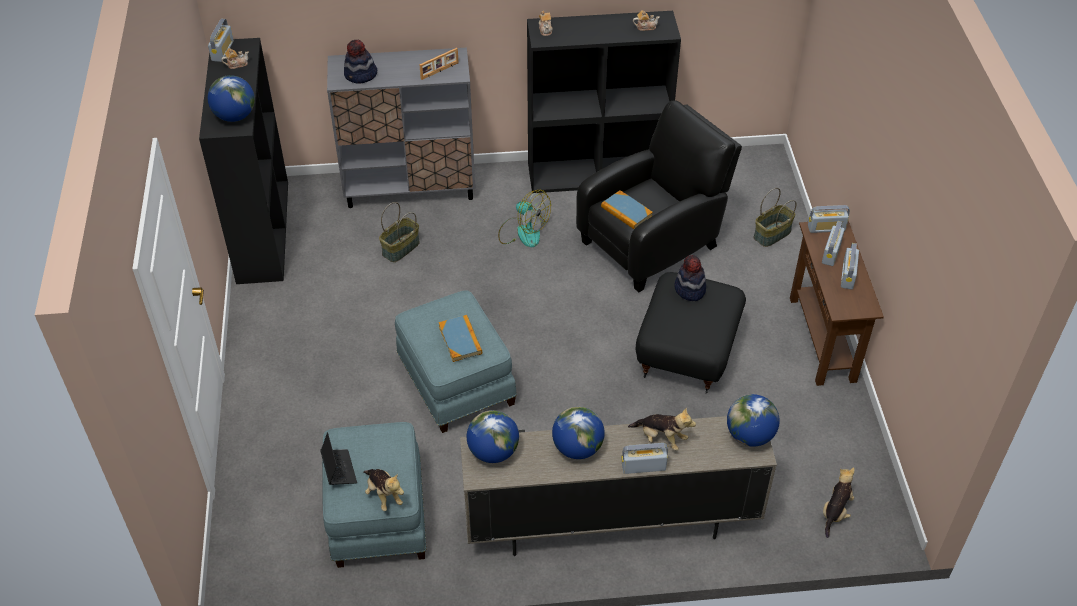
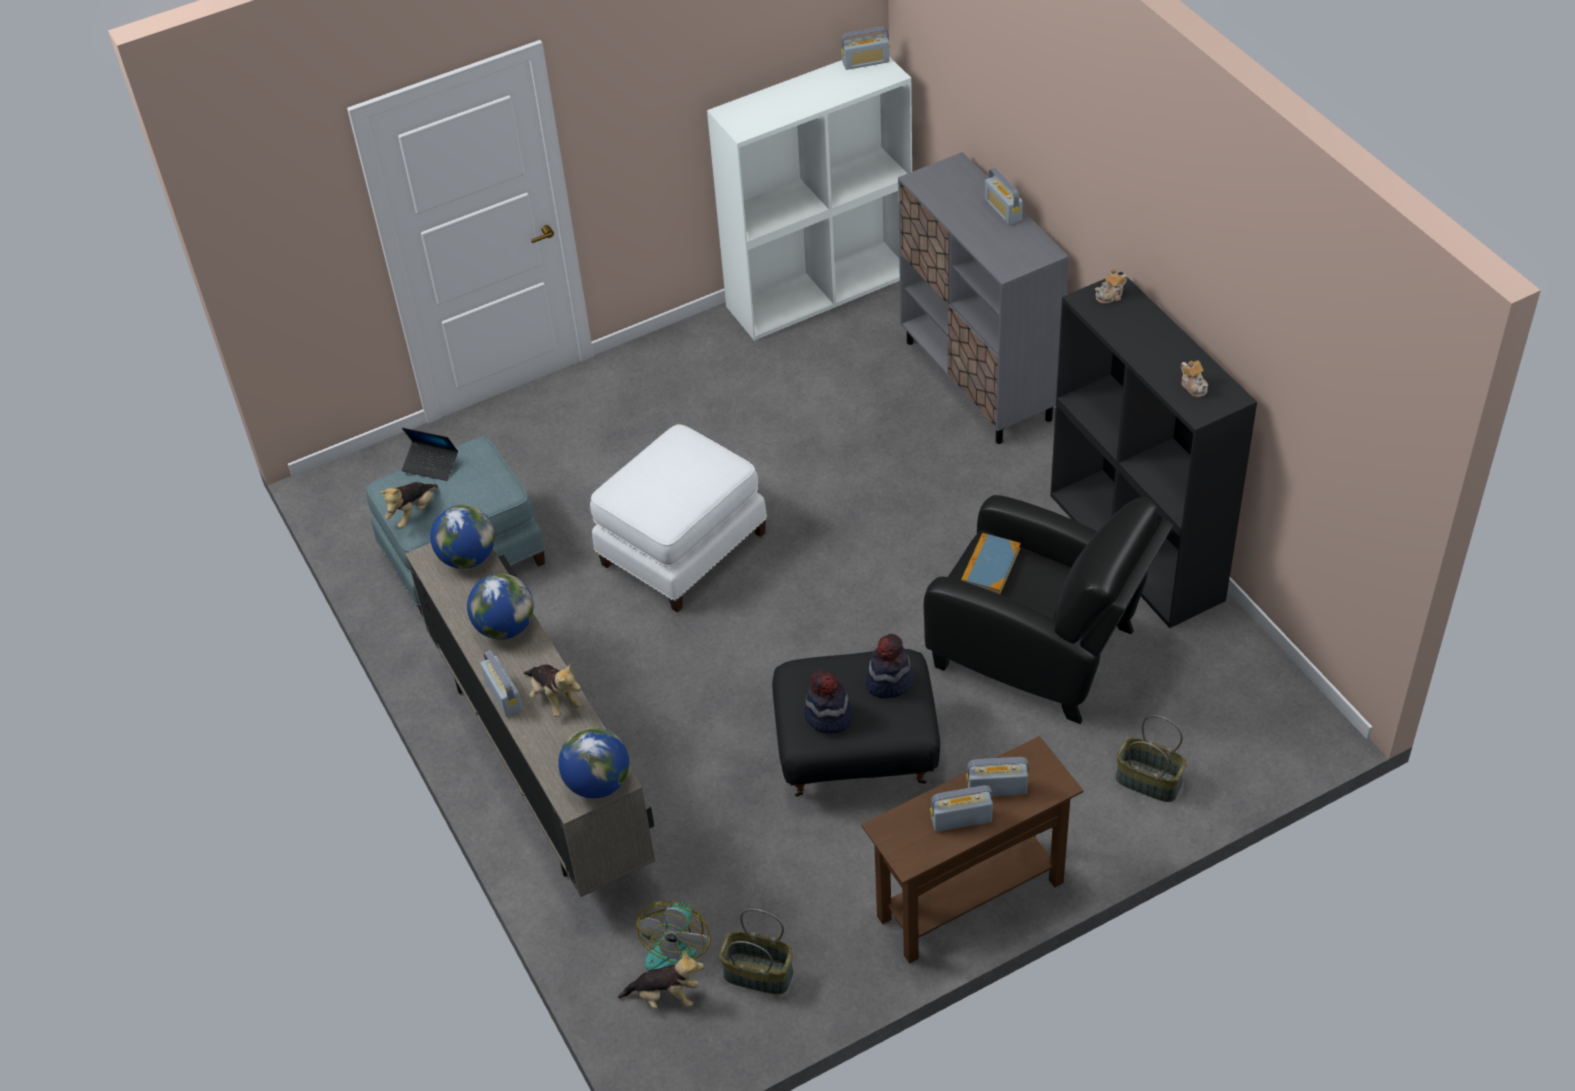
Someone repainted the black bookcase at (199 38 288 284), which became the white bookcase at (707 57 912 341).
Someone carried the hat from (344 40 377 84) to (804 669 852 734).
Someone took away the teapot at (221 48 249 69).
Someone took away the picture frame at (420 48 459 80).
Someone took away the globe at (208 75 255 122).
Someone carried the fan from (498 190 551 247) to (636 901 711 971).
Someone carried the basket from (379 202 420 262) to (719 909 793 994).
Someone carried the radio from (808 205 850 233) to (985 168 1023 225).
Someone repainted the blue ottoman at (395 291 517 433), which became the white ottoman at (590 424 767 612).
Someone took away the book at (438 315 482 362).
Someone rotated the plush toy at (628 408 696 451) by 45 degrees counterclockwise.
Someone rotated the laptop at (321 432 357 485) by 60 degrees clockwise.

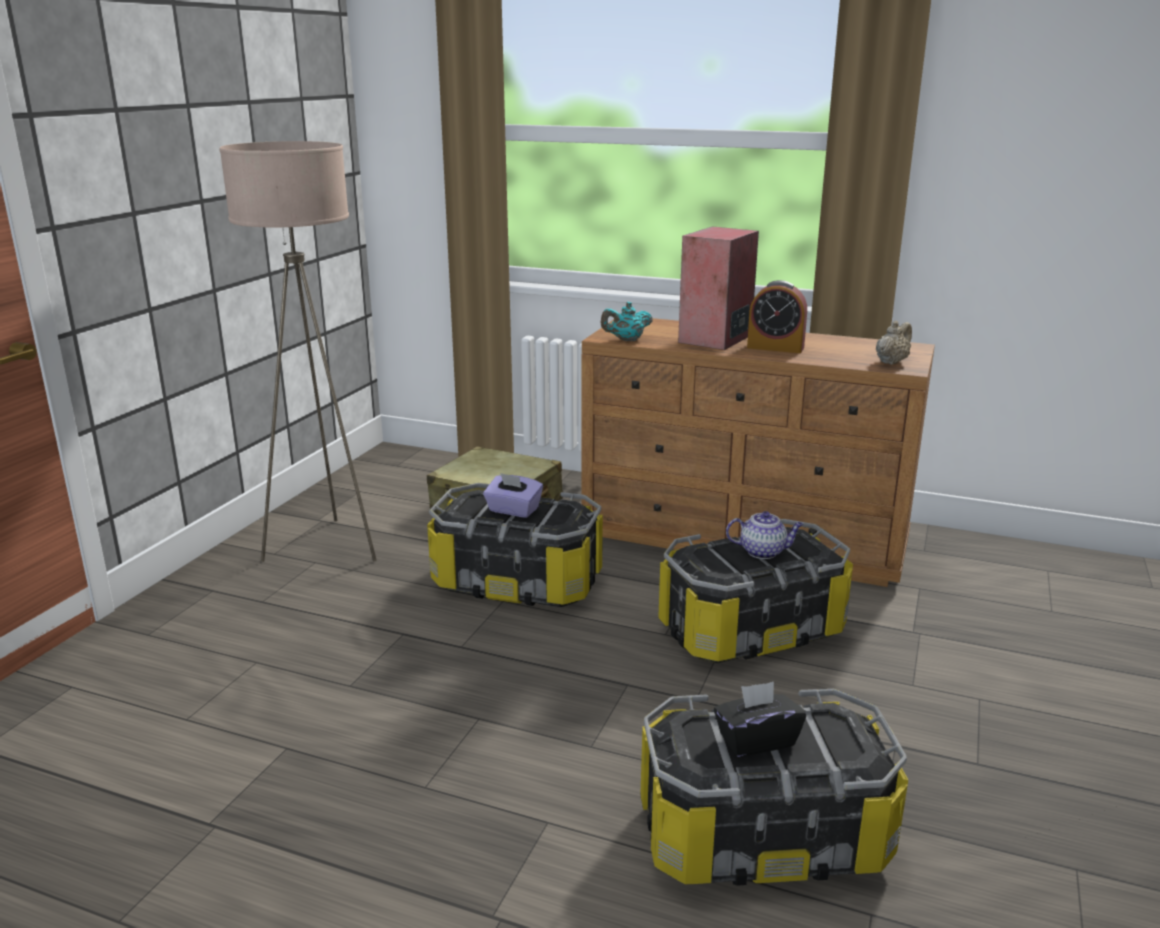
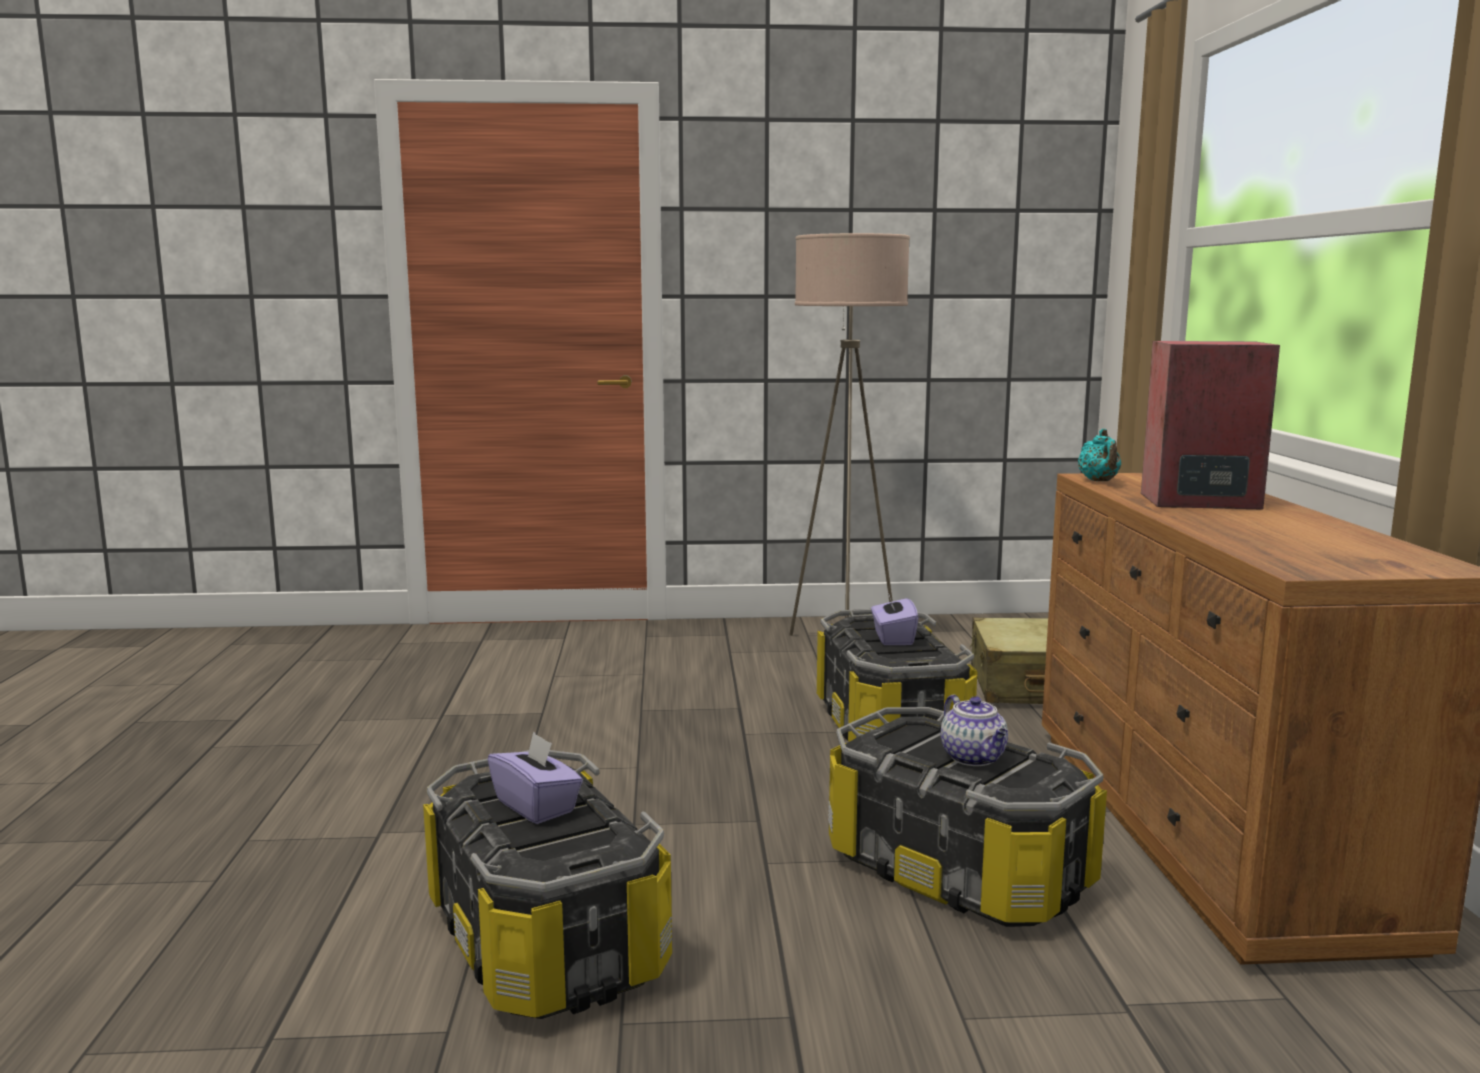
Someone took away the alarm clock at (747 280 807 353).
Someone rotated the turquoise teapot at (601 302 653 341) by 135 degrees counterclockwise.
Someone took away the beige teapot at (876 321 912 365).
Someone repainted the black tissue box at (714 682 806 757), which became the purple tissue box at (488 732 583 824).

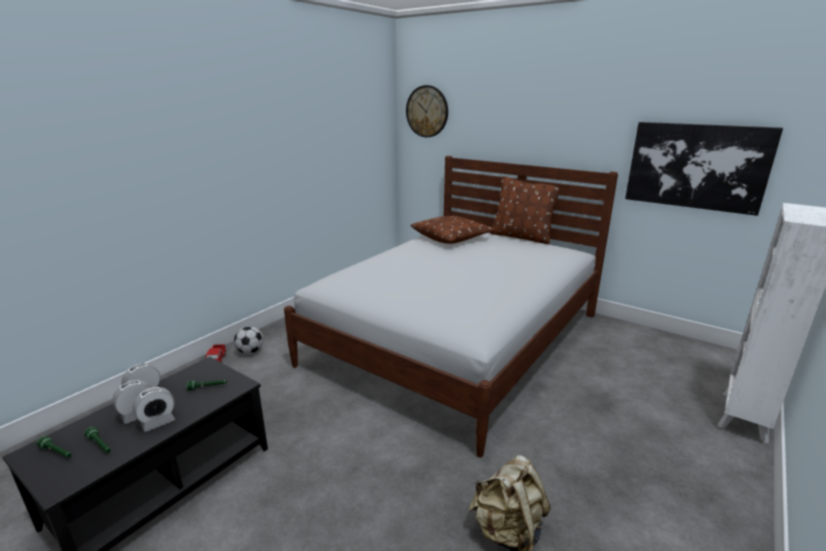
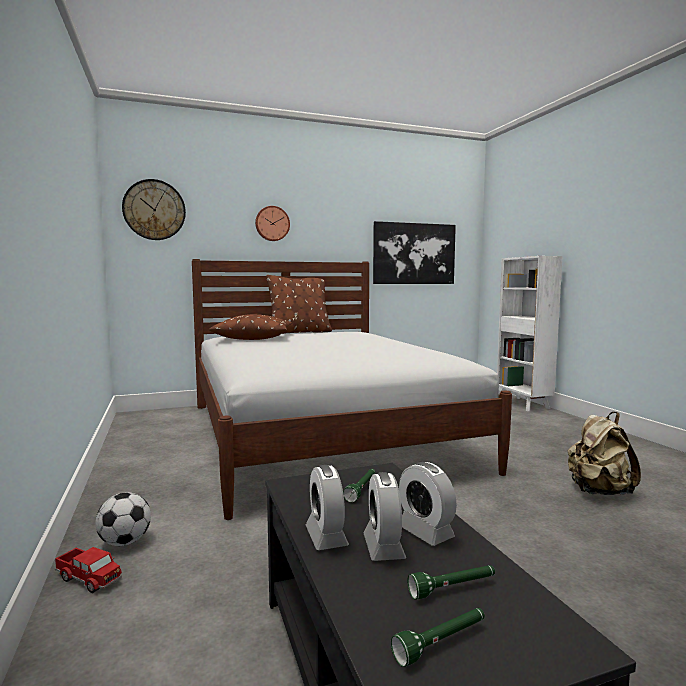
Someone rotated the alarm clock at (132 387 175 432) by 150 degrees clockwise.
Someone put up the wall clock at (255 206 290 241).

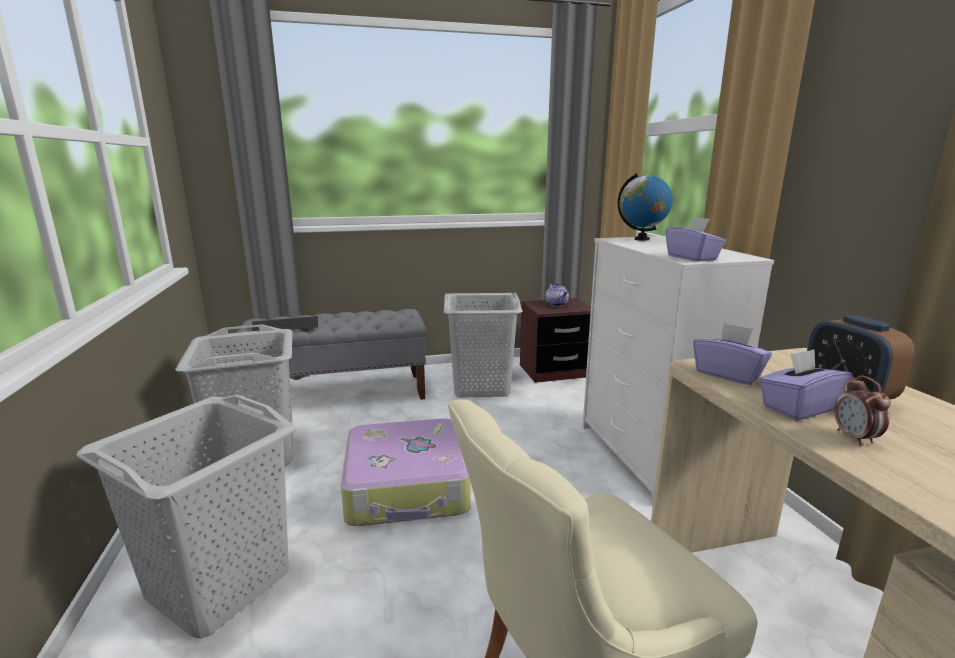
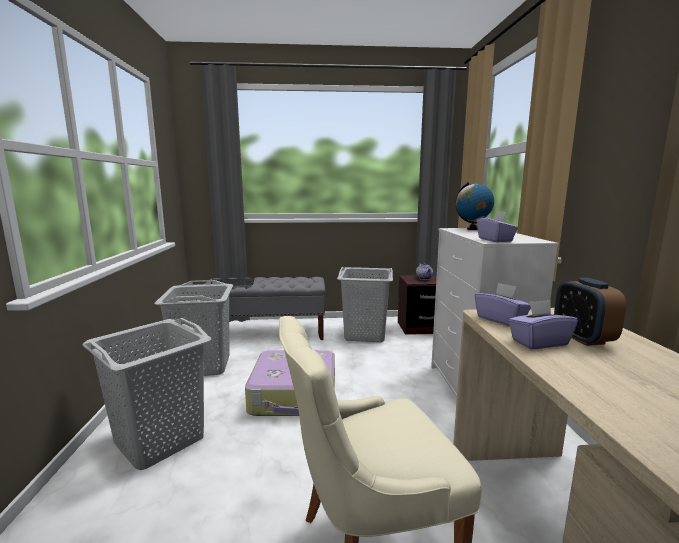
Someone took away the alarm clock at (834 375 891 446).

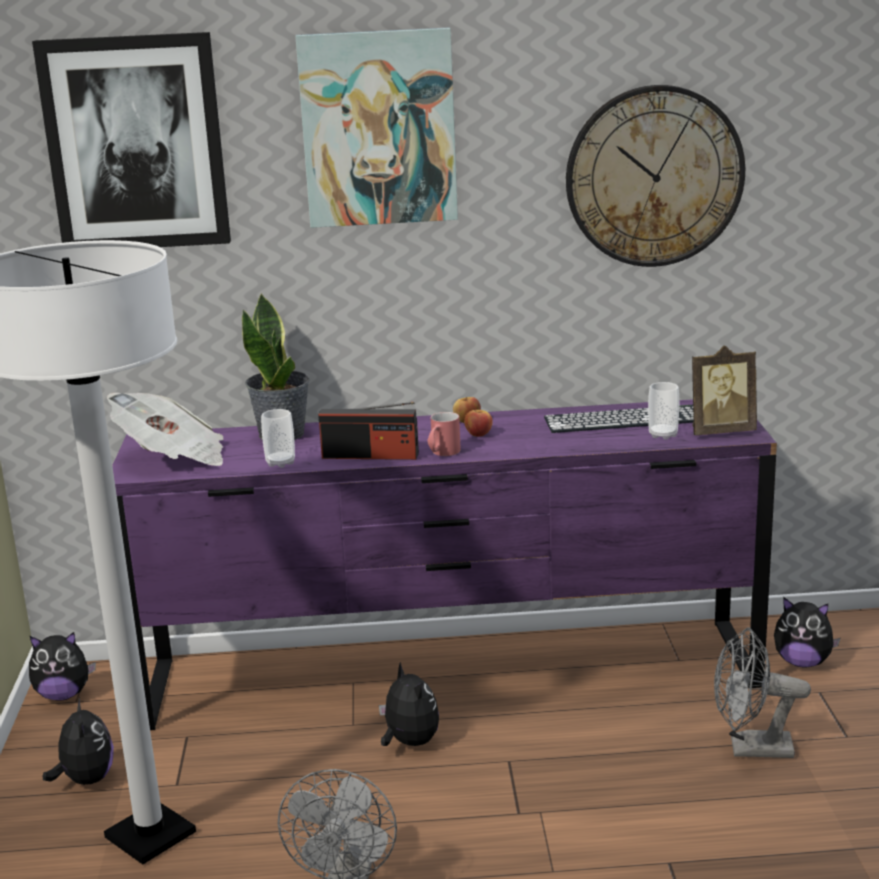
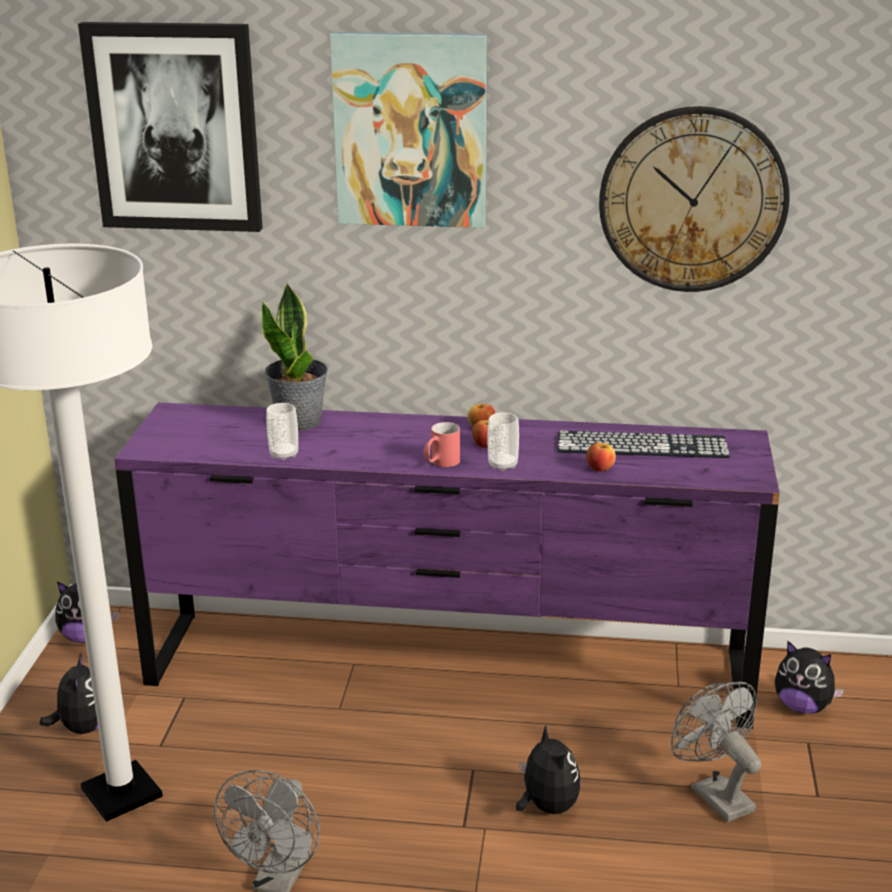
Someone took away the picture frame at (692 345 757 435).
Someone carried the cup from (648 382 679 440) to (488 412 519 471).
Someone took away the newspaper at (107 392 224 466).
Someone took away the radio at (318 402 419 460).
Someone rotated the grey fan at (714 627 811 758) by 45 degrees clockwise.
Someone carried the plush toy from (379 662 439 746) to (516 726 581 814).
Someone put down the apple at (586 442 616 472).

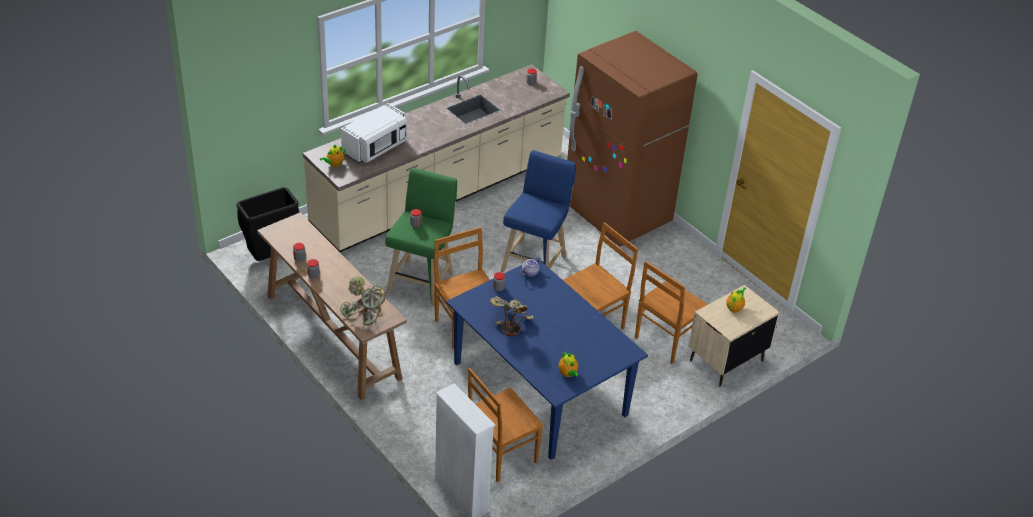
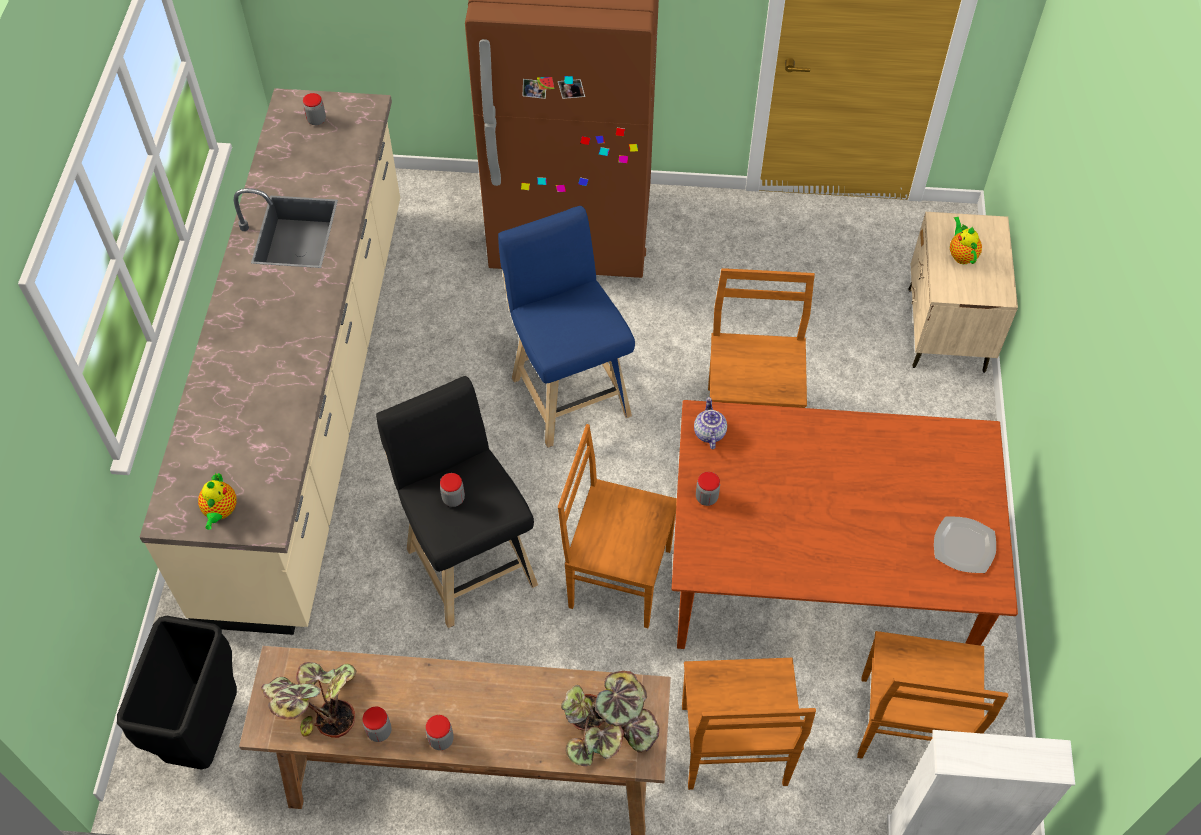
Someone took away the white microwave at (341 103 407 163).
Someone repainted the green stool at (385 168 457 306), which became the black stool at (376 376 538 628).
Someone repainted the blue dining table at (446 258 648 460), which became the brown dining table at (671 400 1018 649).
Someone carried the brown chair from (635 261 708 364) to (682 658 816 790).
Someone carried the potted plant from (490 296 534 336) to (261 662 356 738).
Someone swapped the teapot at (558 351 579 377) for the plate at (934 516 996 573).

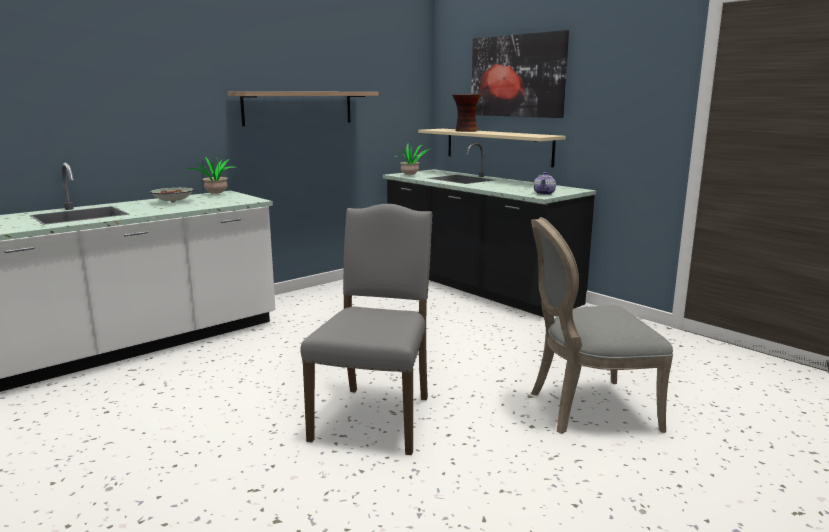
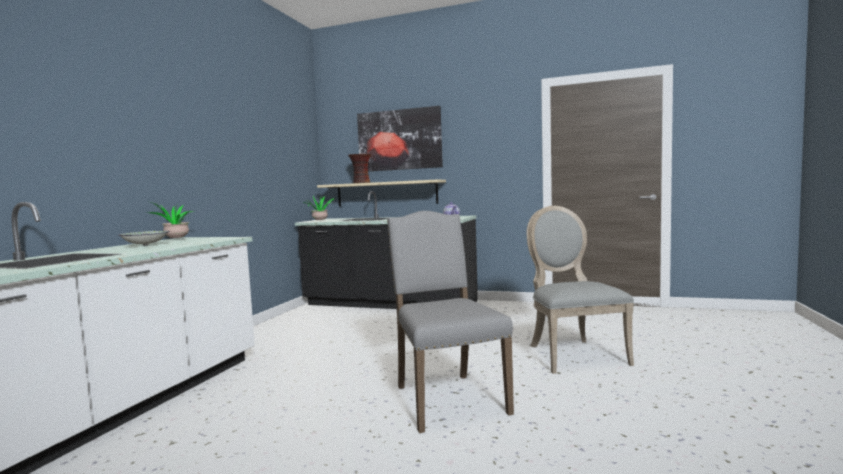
Someone took away the shelf at (228 91 379 126).
Someone rotated the grey chair at (531 217 673 434) by 120 degrees clockwise.

